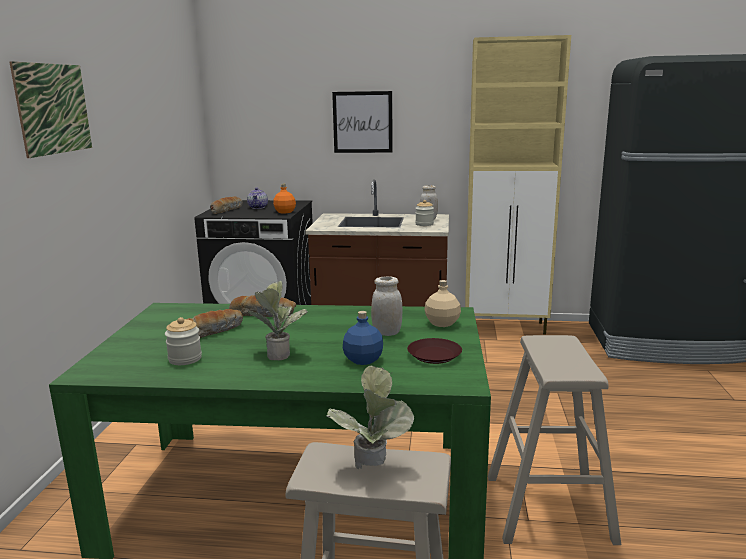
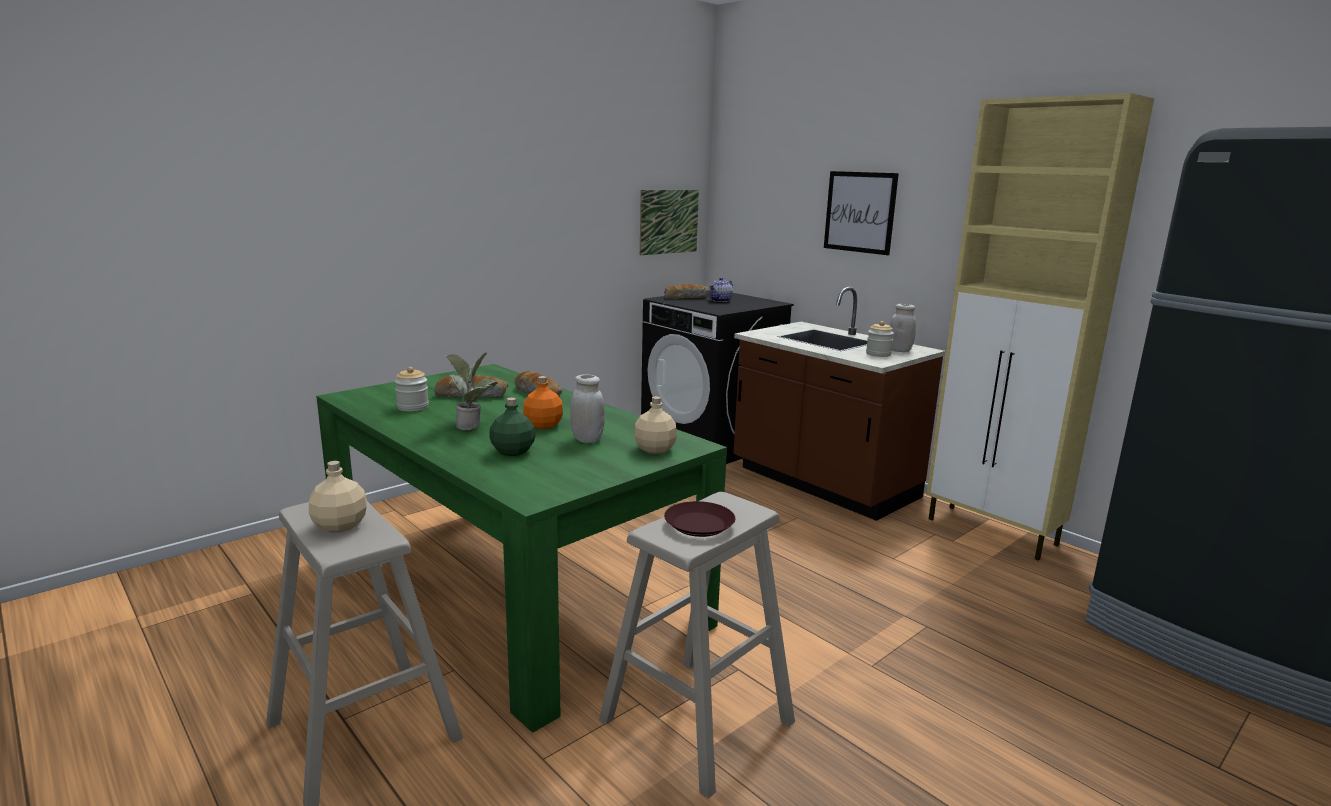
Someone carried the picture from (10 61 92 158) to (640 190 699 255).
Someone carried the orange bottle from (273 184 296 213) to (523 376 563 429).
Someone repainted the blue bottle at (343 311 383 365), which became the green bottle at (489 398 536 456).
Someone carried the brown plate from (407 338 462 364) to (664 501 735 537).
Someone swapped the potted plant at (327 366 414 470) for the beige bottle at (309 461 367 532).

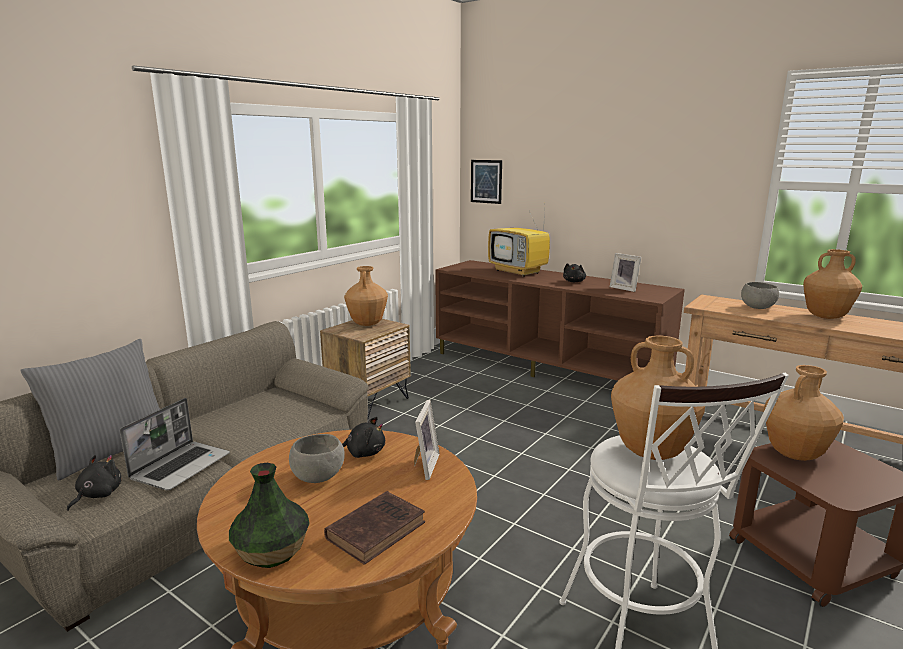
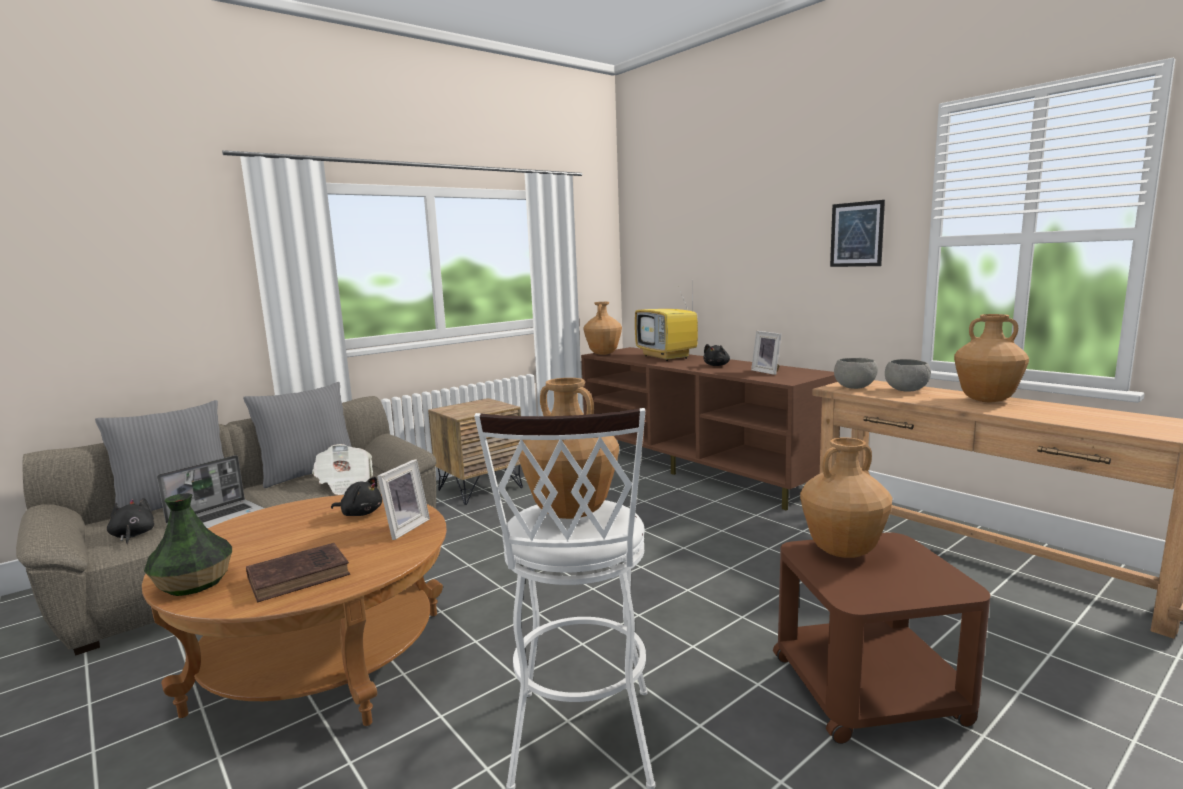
Someone carried the picture from (471 160 502 204) to (830 200 885 267).
Someone carried the brown vase from (344 266 388 326) to (584 302 622 355).
Someone carried the grey bowl from (289 434 345 483) to (834 358 878 389).
Someone rotated the black plush toy at (67 455 121 511) by 60 degrees counterclockwise.
Someone put down the grey pillow at (243 382 352 488).
Someone put down the newspaper at (312 444 373 495).

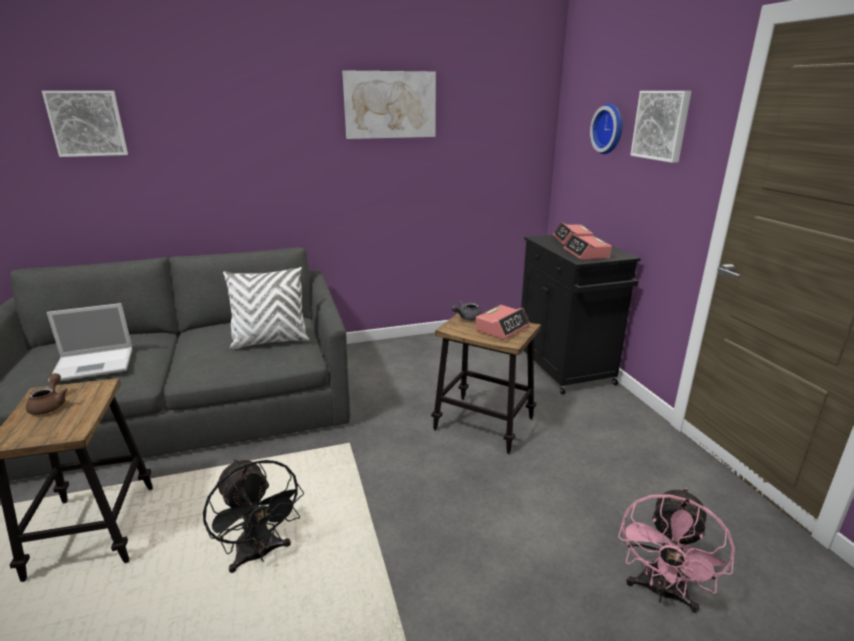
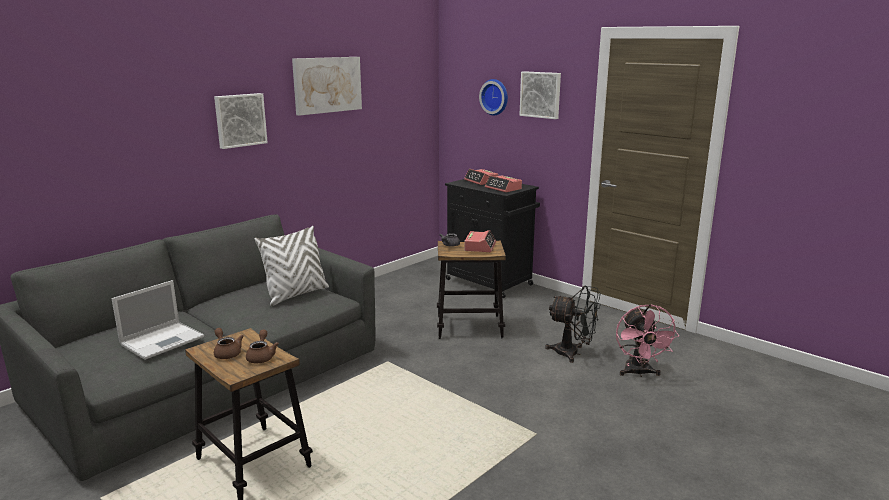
Someone carried the picture from (42 91 128 157) to (214 93 268 149).
Someone carried the black fan from (203 459 304 573) to (545 285 601 363).
Someone put down the brown teapot at (246 330 279 363).

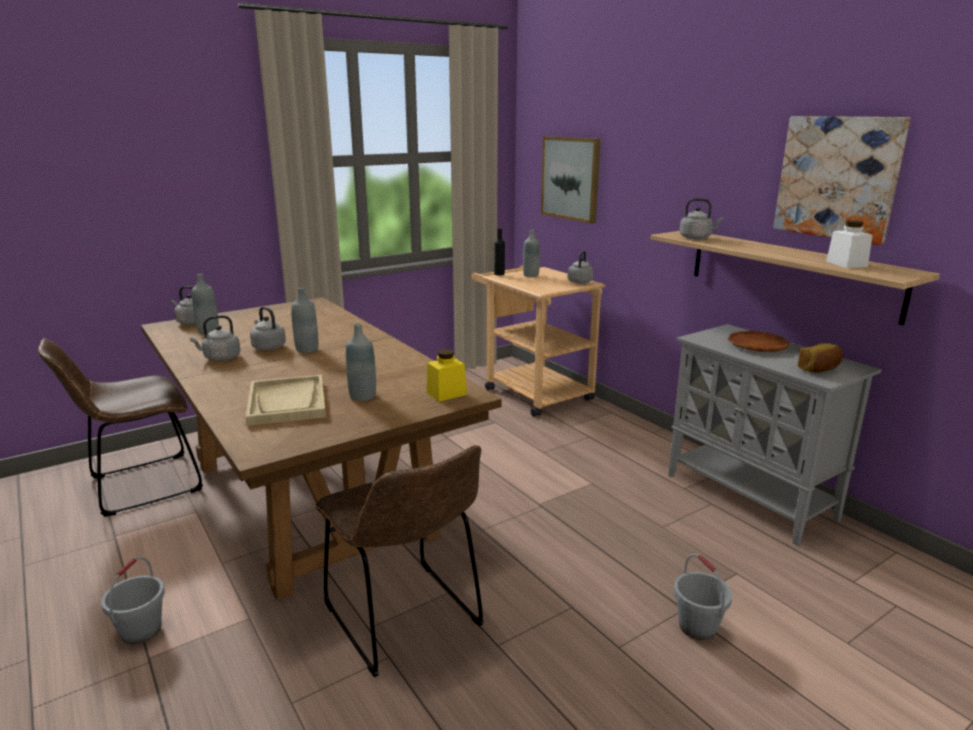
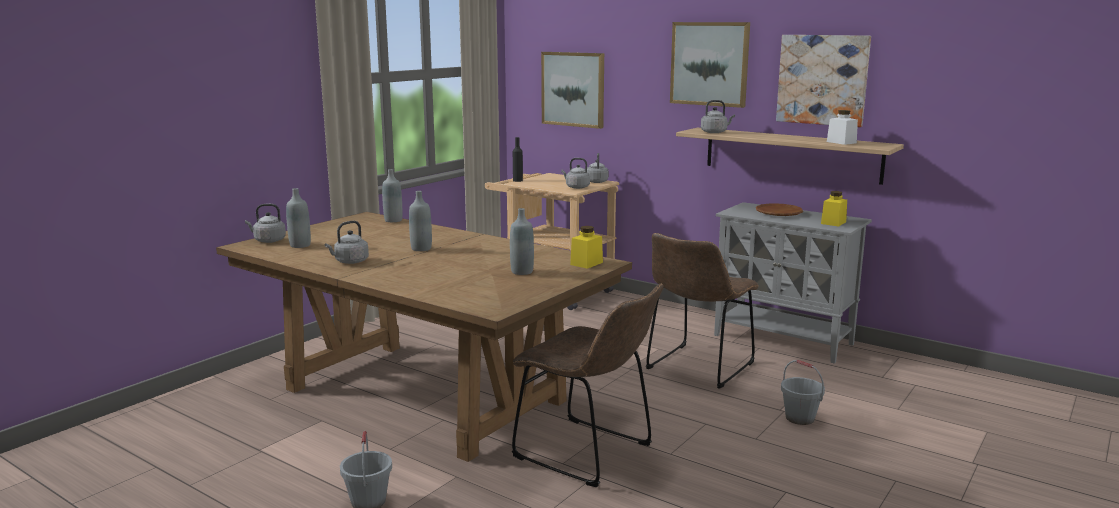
Someone carried the grey bottle from (523 230 540 277) to (382 169 402 222).
Someone carried the grey kettle from (250 307 286 350) to (561 158 590 189).
Someone carried the brown chair from (38 338 203 517) to (646 233 759 389).
Someone swapped the bread at (798 343 843 373) for the yellow jar at (821 191 847 227).
Someone took away the beige tray at (246 374 326 426).
Someone put up the picture at (670 22 750 108).

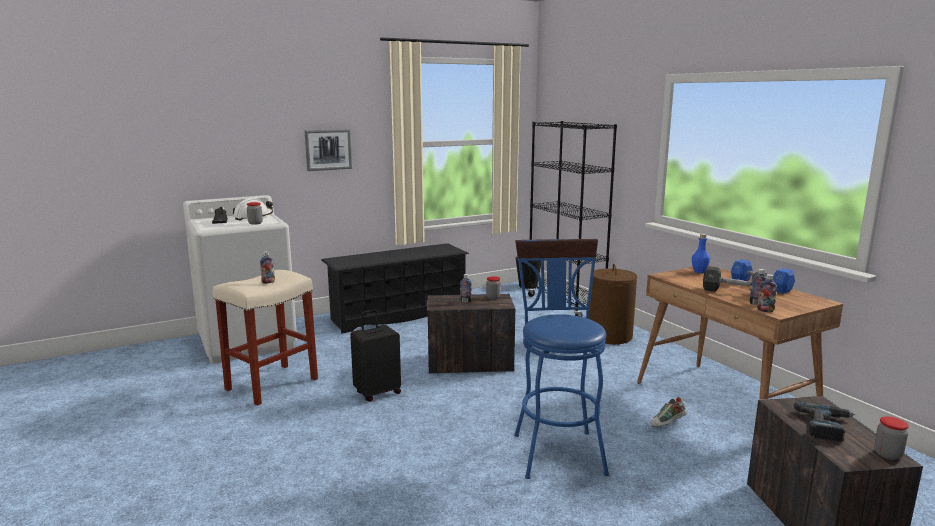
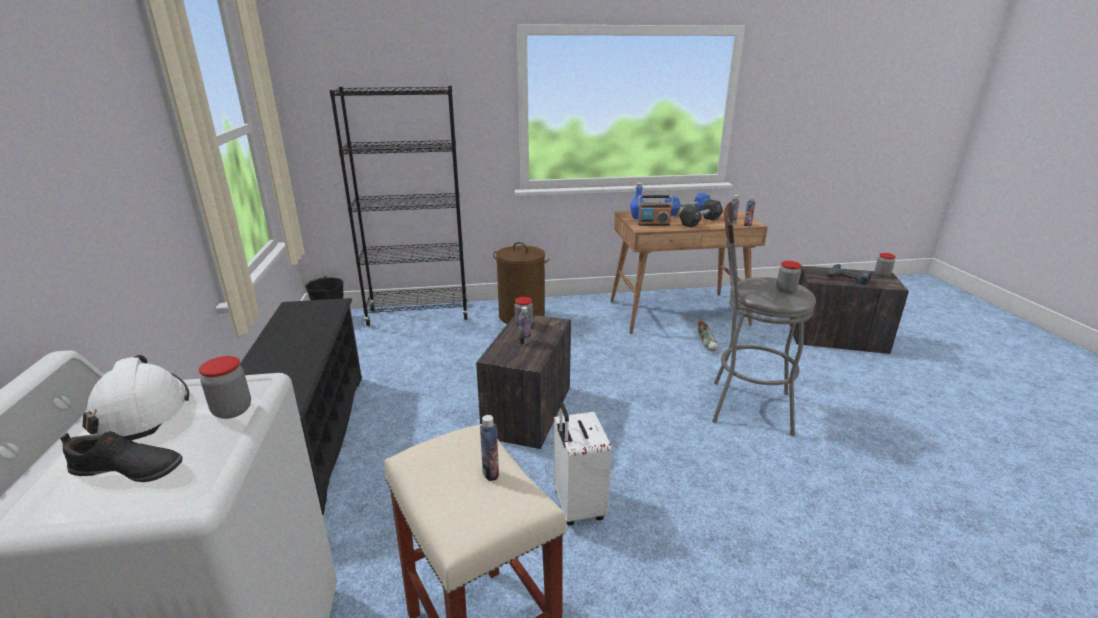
Someone took away the picture at (305 129 352 171).
Someone repainted the blue stool at (514 239 609 479), which became the grey stool at (712 202 816 436).
Someone repainted the black suitcase at (350 309 401 402), which became the white suitcase at (554 402 612 526).
Someone put down the radio at (638 195 673 226).
Someone put down the jar at (776 261 801 294).

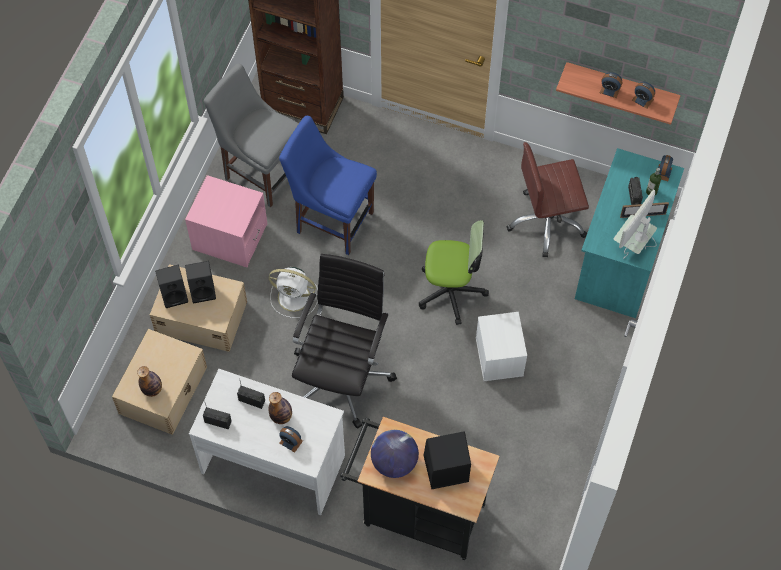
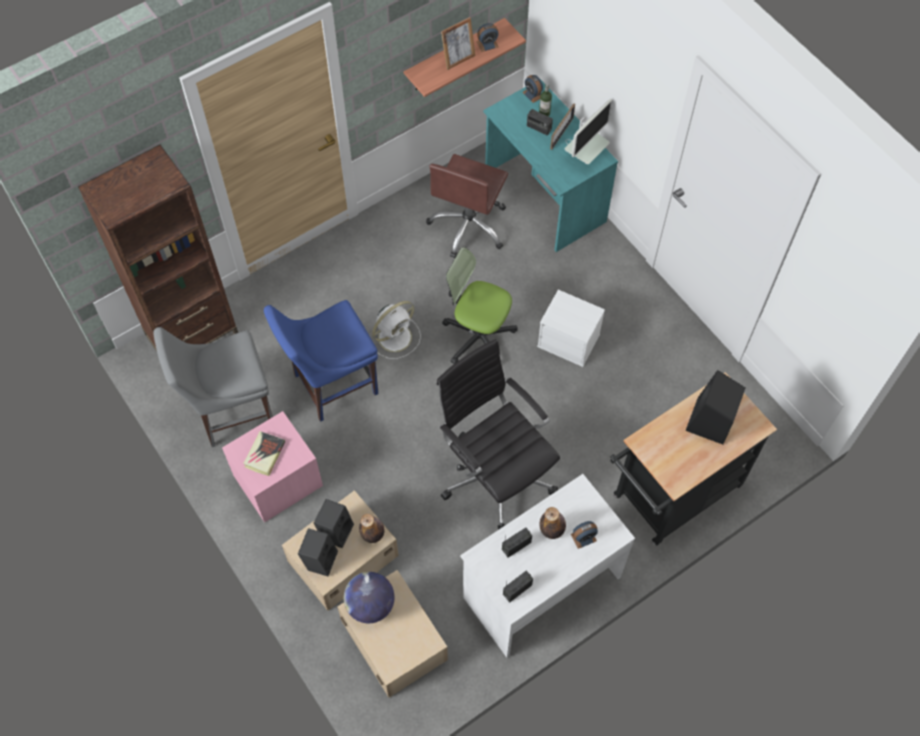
Someone swapped the alarm clock at (600 72 622 98) for the picture frame at (441 17 475 70).
Someone rotated the monitor at (614 190 657 258) by 120 degrees counterclockwise.
Someone rotated the office chair at (419 220 489 325) by 105 degrees counterclockwise.
Someone carried the white fan from (269 267 318 318) to (372 301 421 359).
Someone carried the bottle from (137 366 162 397) to (359 514 385 543).
Someone carried the globe from (371 430 419 478) to (343 572 395 623).
Someone put down the book at (243 431 285 476).

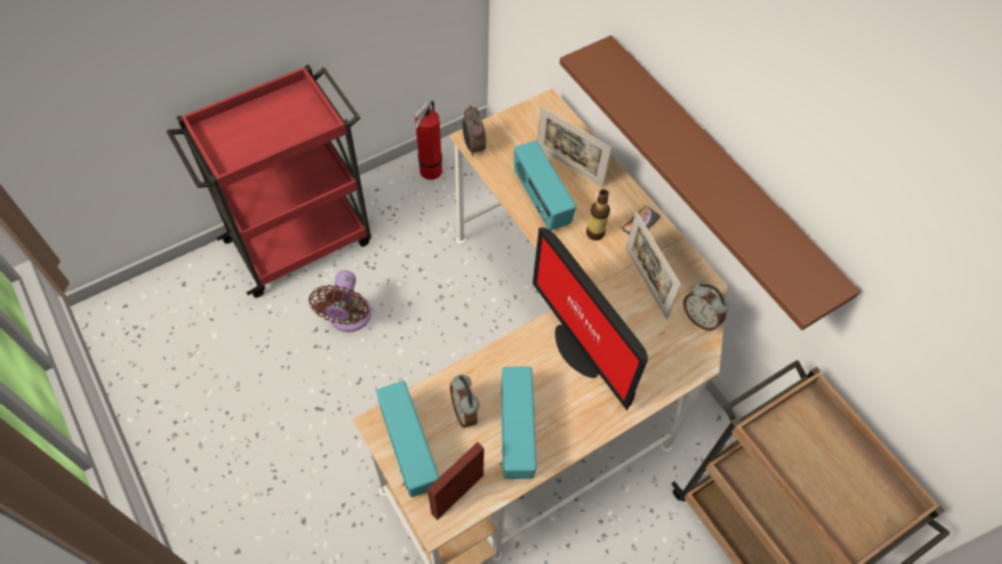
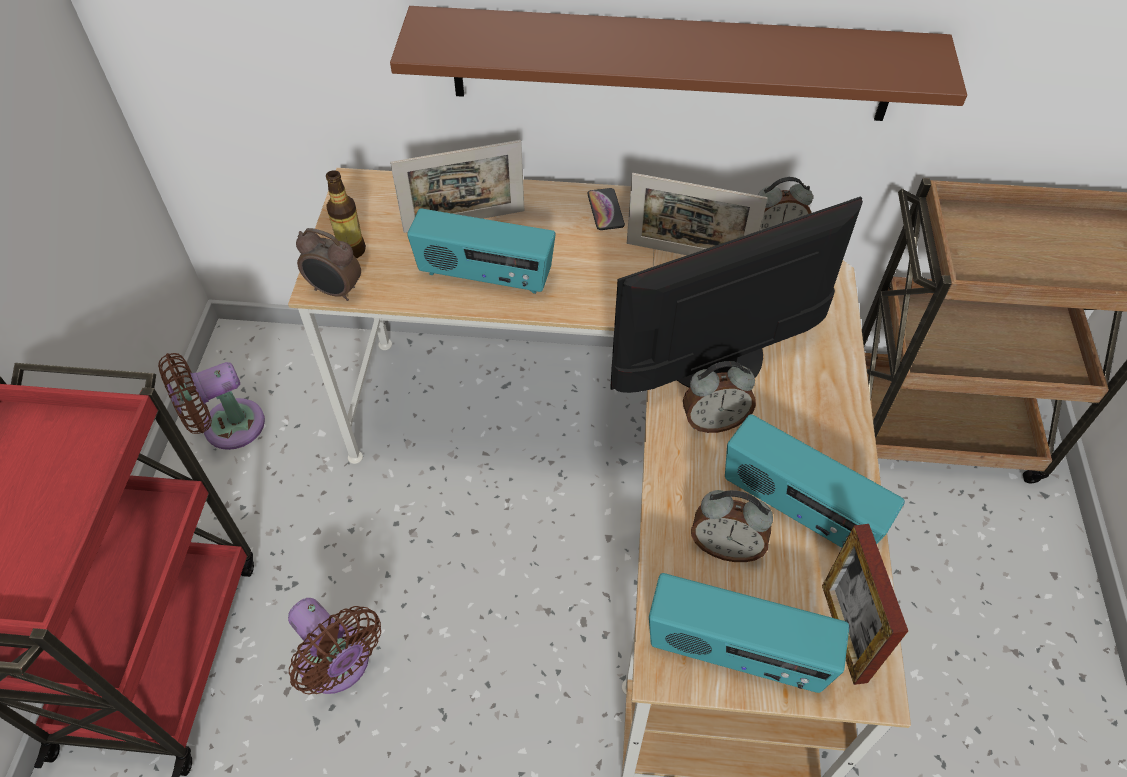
Someone swapped the fire extinguisher at (415 101 442 180) for the brown fan at (158 353 265 450).
Someone carried the bottle from (586 189 610 241) to (326 170 366 258).
Someone rotated the monitor at (533 227 648 410) by 150 degrees clockwise.
Someone put down the alarm clock at (683 361 756 433).

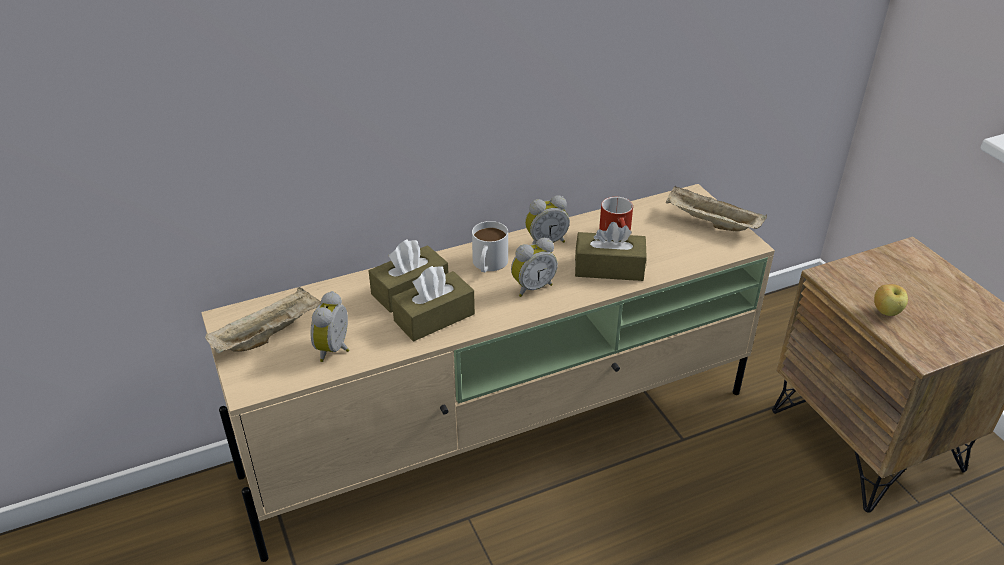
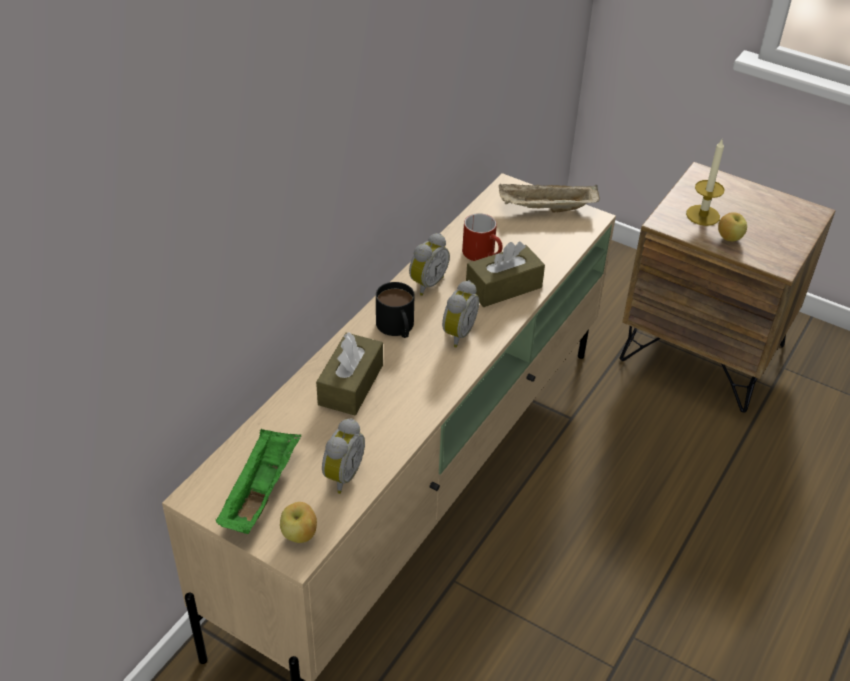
Someone repainted the white mug at (472 221 508 272), which became the black mug at (376 282 415 338).
Someone took away the brown tissue box at (392 266 475 341).
Someone repainted the beige tray at (205 287 322 353), which became the green tray at (216 429 301 534).
Someone rotated the alarm clock at (310 291 349 362) by 135 degrees counterclockwise.
Someone put down the candle at (686 139 724 226).
Someone put down the apple at (280 502 317 543).

